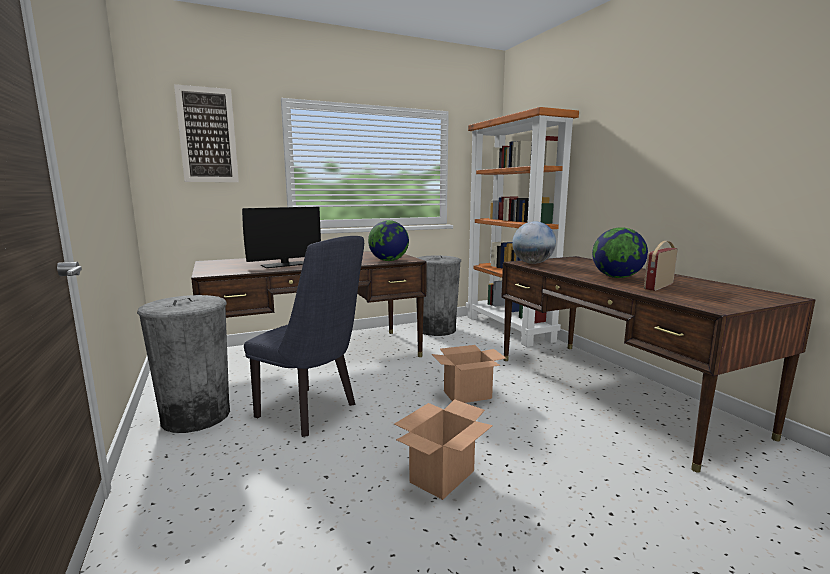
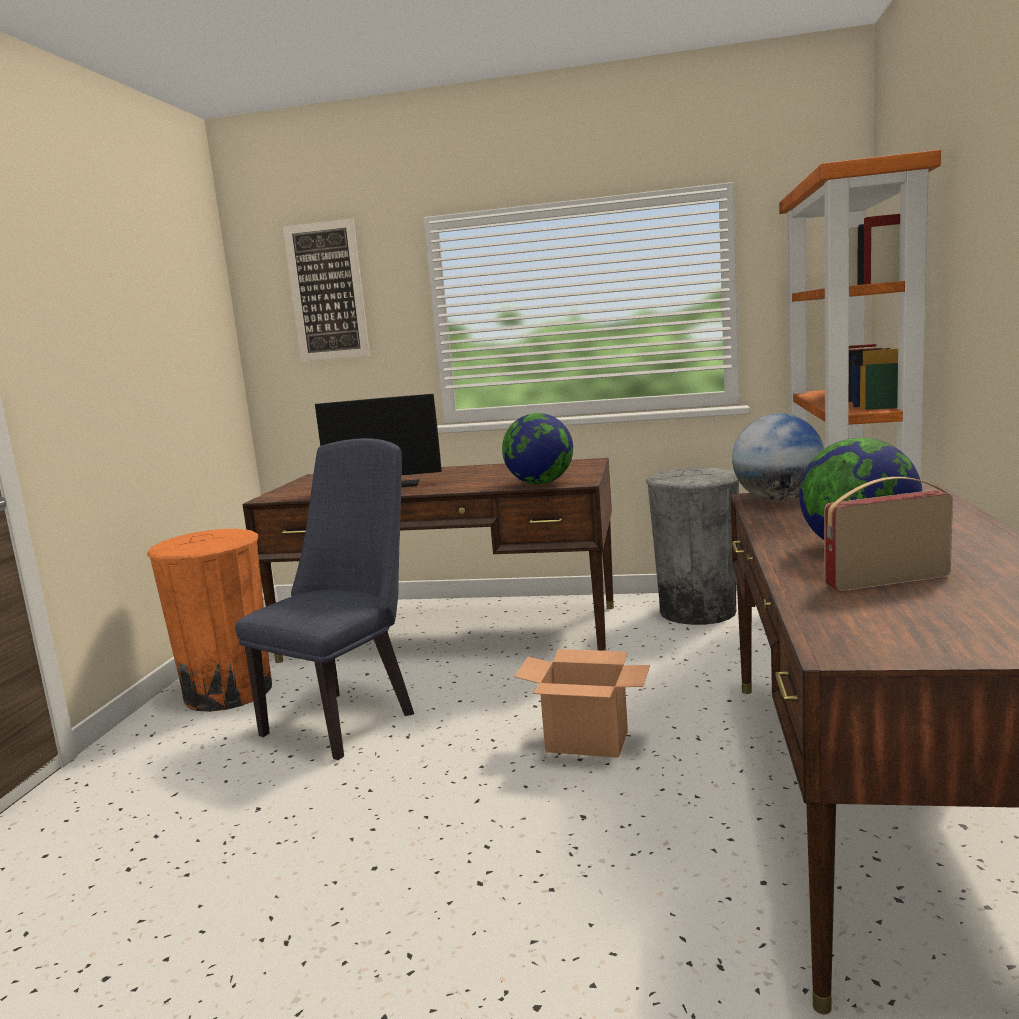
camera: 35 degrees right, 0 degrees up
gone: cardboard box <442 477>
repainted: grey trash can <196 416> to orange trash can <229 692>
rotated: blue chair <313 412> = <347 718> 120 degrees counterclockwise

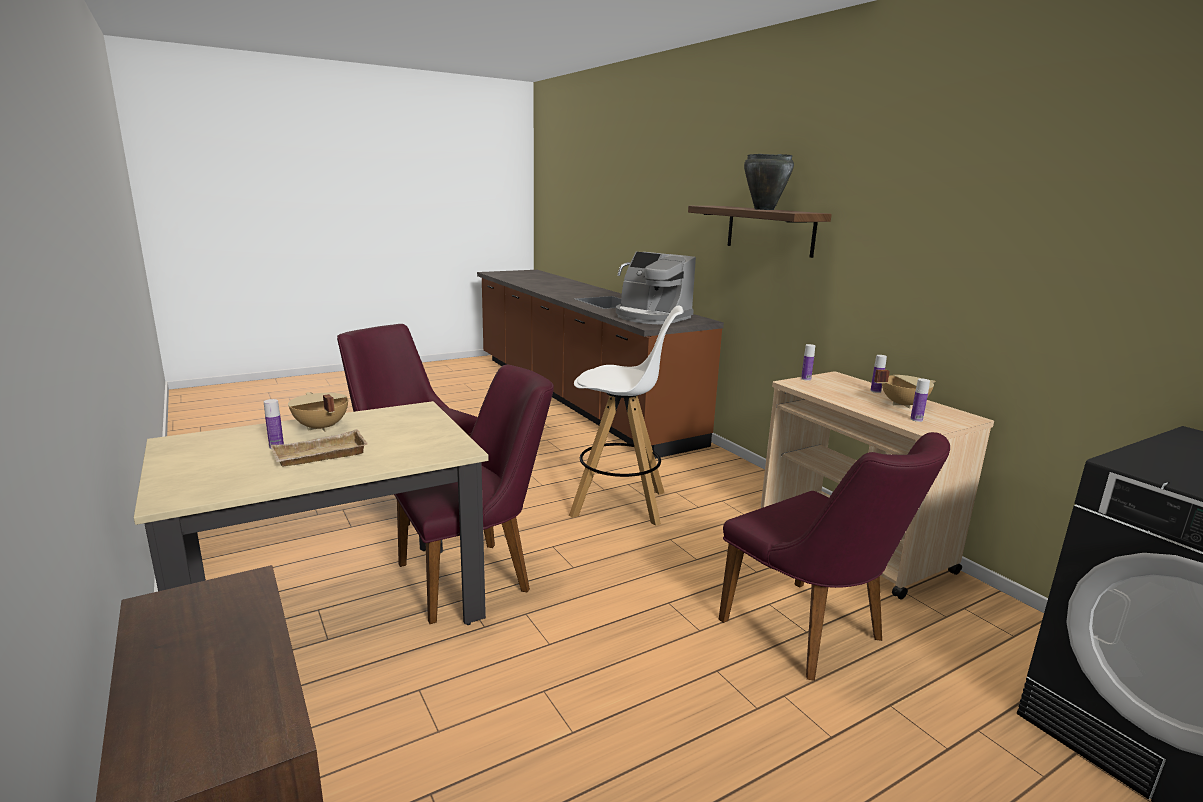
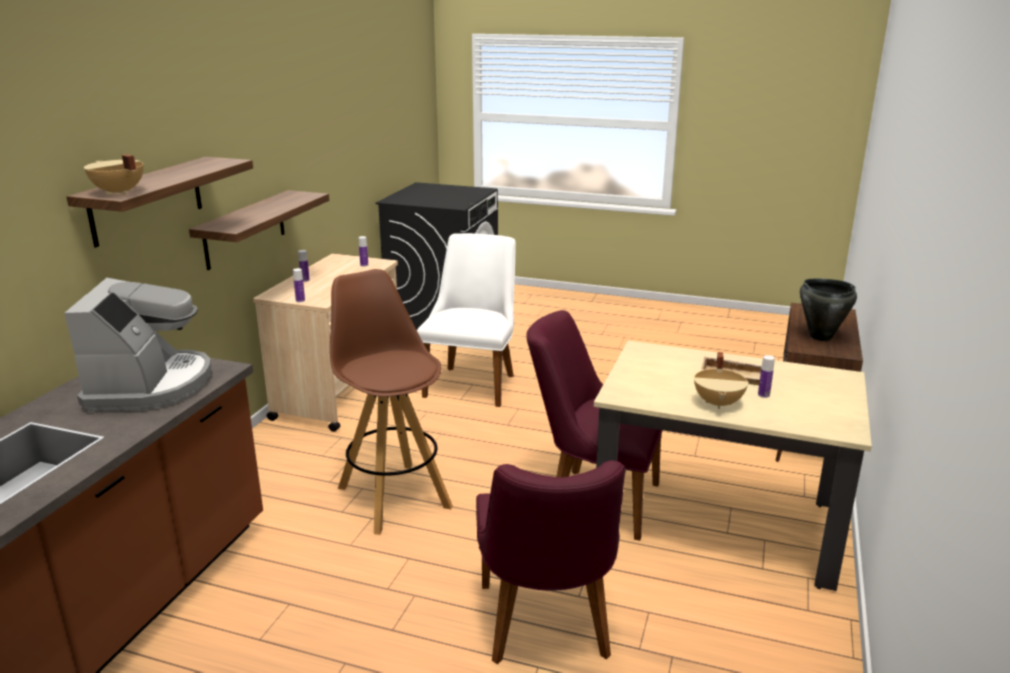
camera: 130 degrees left, 5 degrees up
new: shelf <245 229>
shifted: beige cooking pot <902 404> to <118 192>; black cooking pot <764 209> to <820 336>
repainted: white stool <620 504> to brown stool <393 496>; purple chair <813 636> to white chair <474 382>

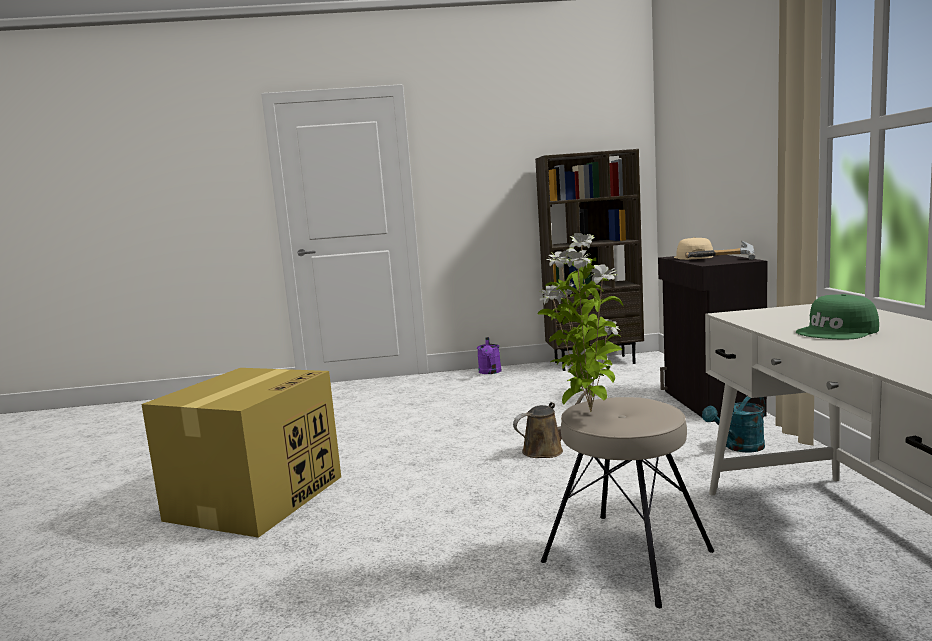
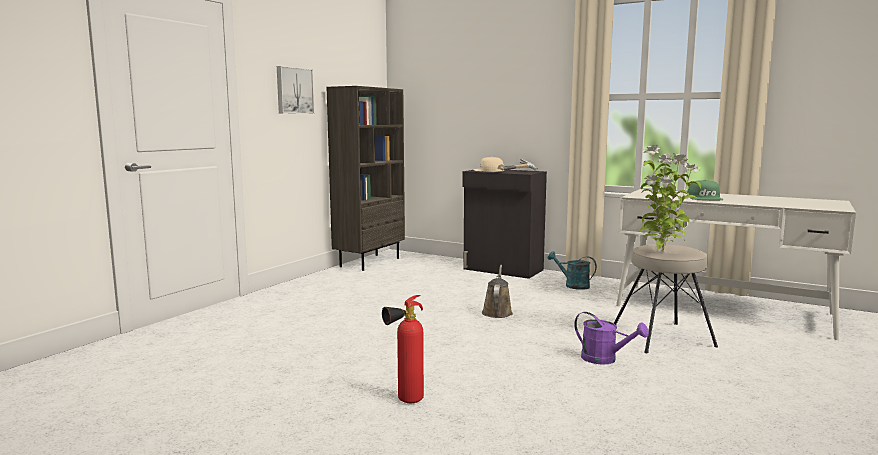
camera: 55 degrees left, 0 degrees up
new: picture <294 90>
shifted: purple watering can <490 372> to <605 359>
swapped: cardboard box <257 497> to fire extinguisher <405 402>
rotated: turquoise watering can <739 447> = <572 285> 120 degrees clockwise

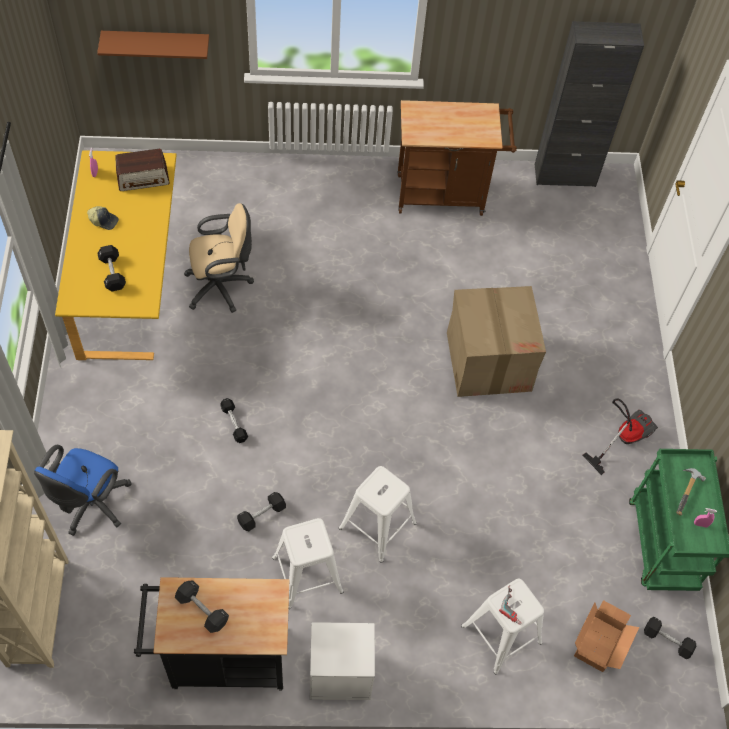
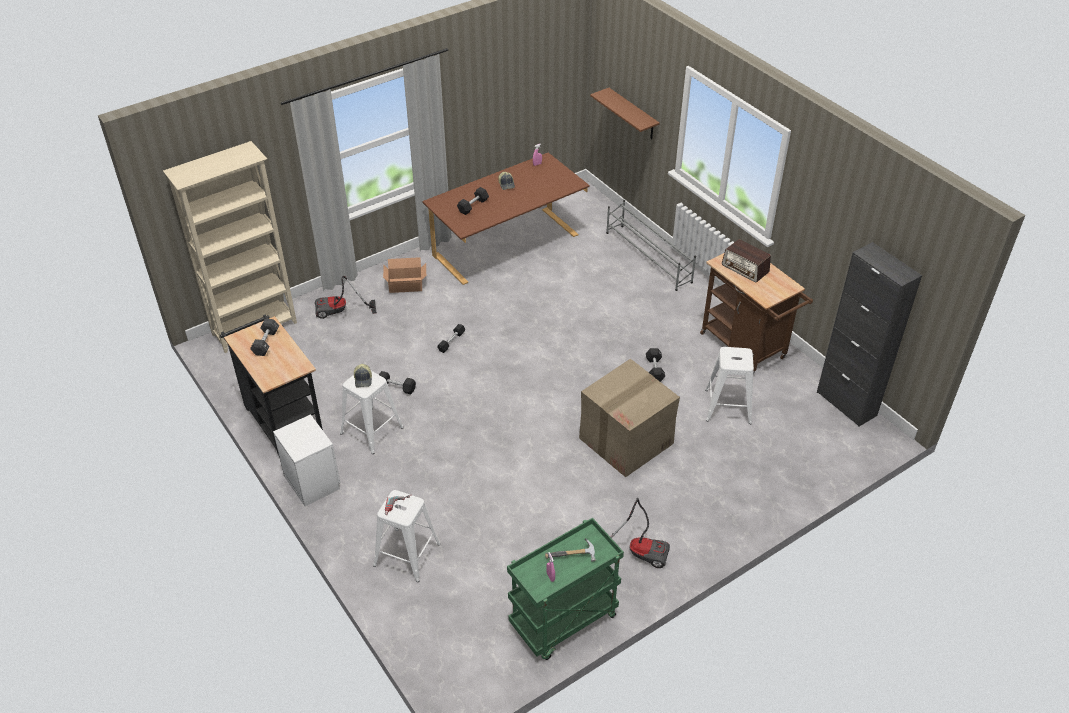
camera: 60 degrees right, 15 degrees down
gone: beige office chair <222 286>
new: cap <363 379>; grey shoe rack <648 257>
shifted: cardboard box <600 643> to <406 286>; black dumbbell <667 640> to <654 369>; white stool <377 526> to <727 406>; radio <143 178> to <745 269>
swapped: blue office chair <90 505> to vacuum cleaner <340 312>
repainted: yellow desk <130 283> to brown desk <508 247>

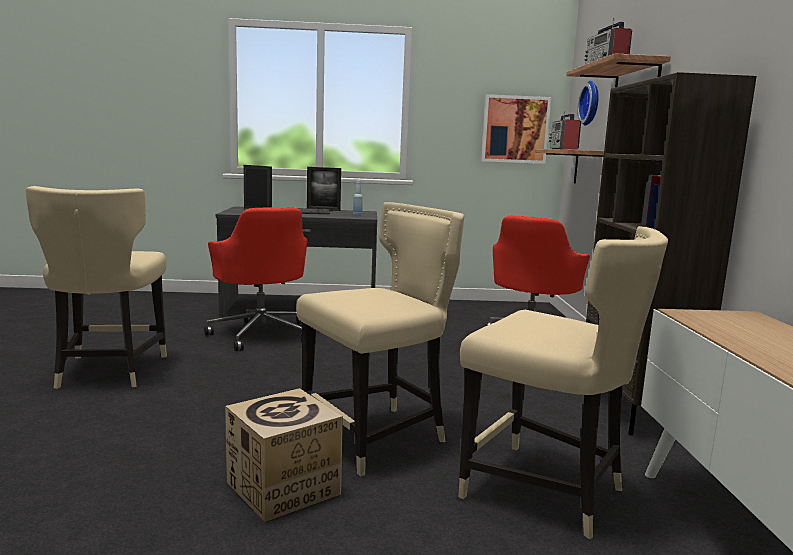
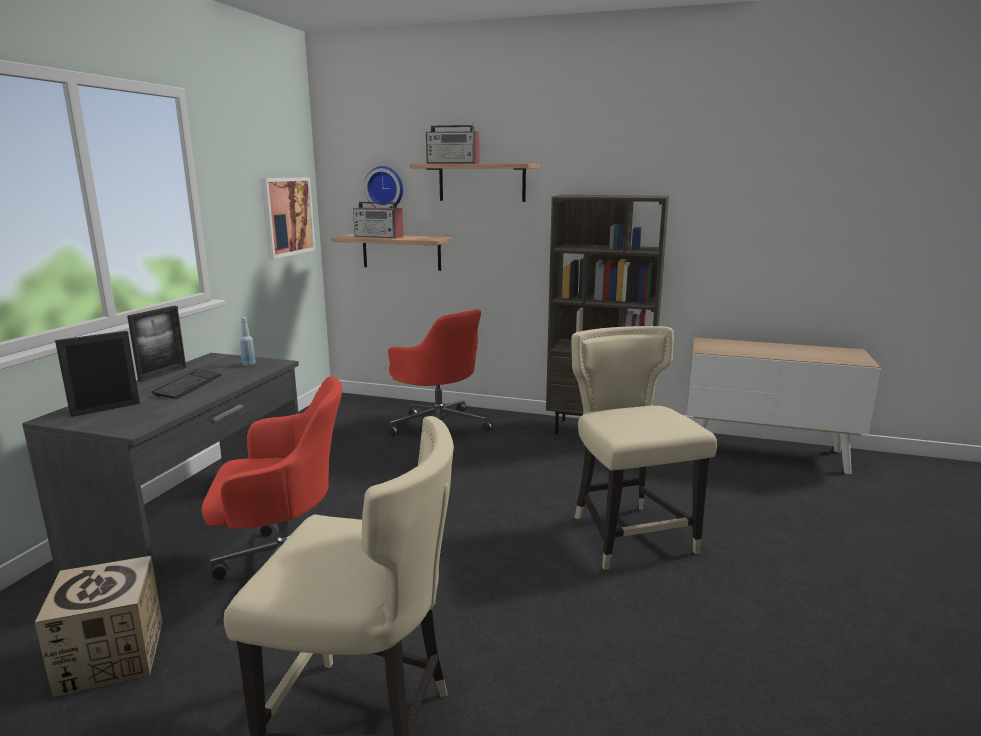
camera: 70 degrees left, 5 degrees up
gone: beige chair <546 491>
shifted: cardboard box <283 488> to <111 656>

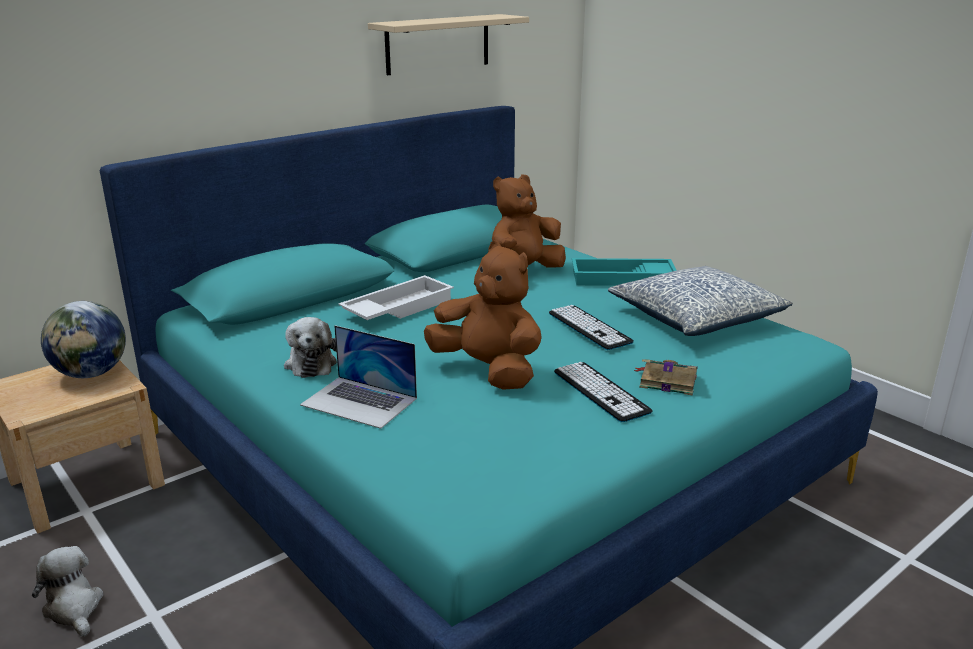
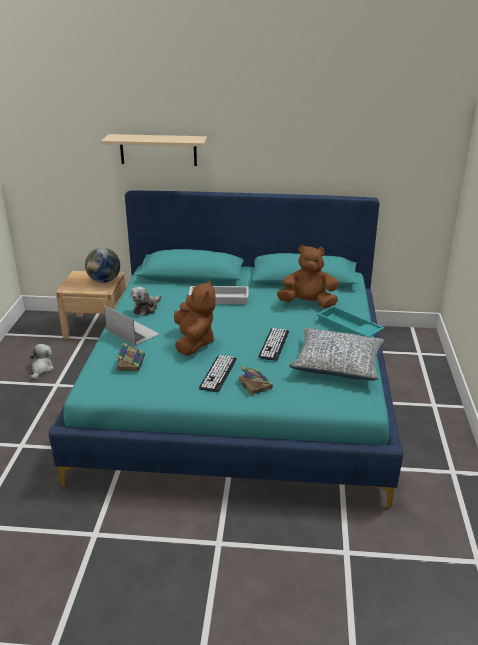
camera: 45 degrees right, 5 degrees up
new: book <130 363>
shifted: beige shelf <438 44> to <158 150>
rotated: laptop <359 401> = <132 332> 150 degrees clockwise

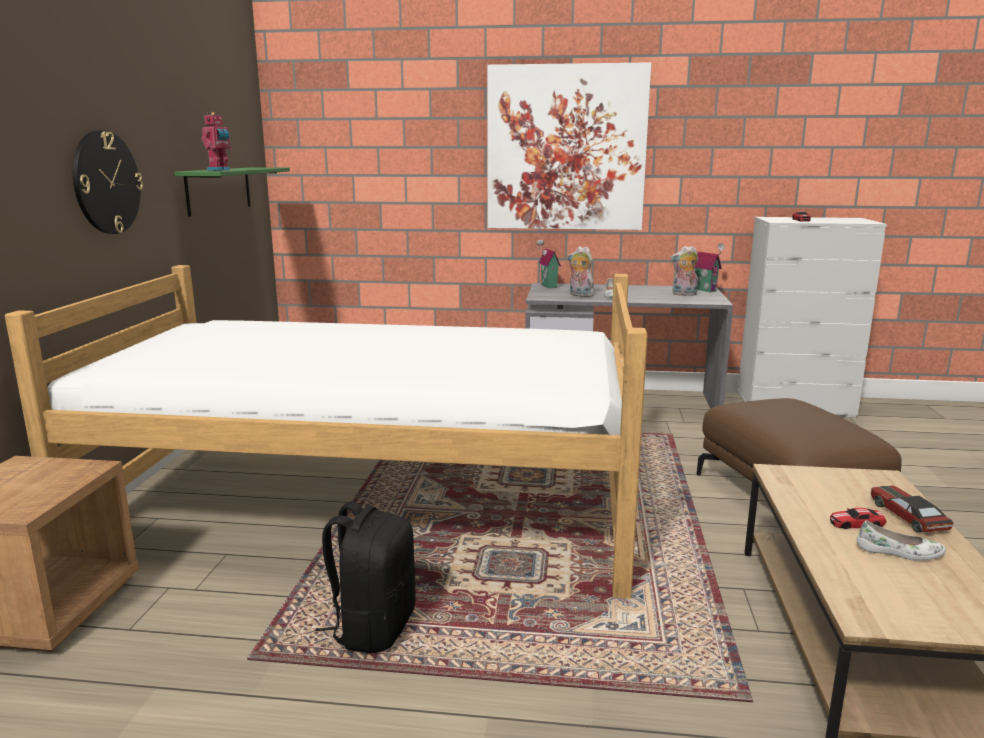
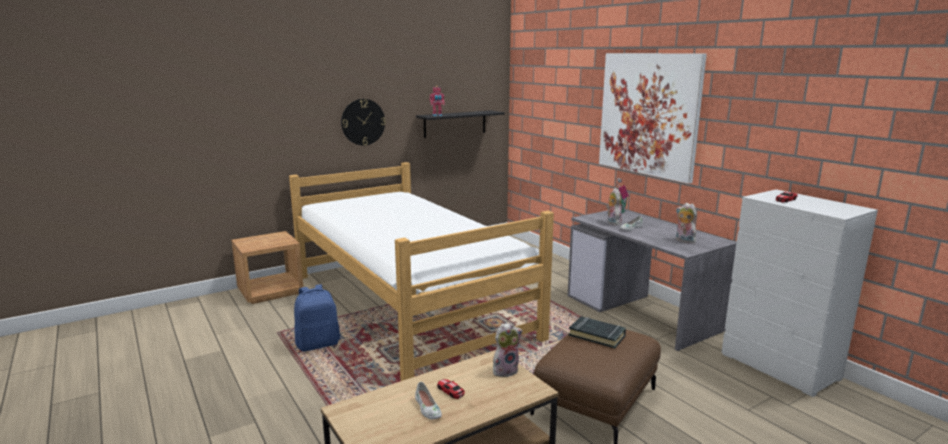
camera: 50 degrees right, 0 degrees up
gone: toy house <706 290>; toy car <908 516>
new: plush toy <505 370>; black book <597 335>
repainted: black backpack <373 627> to blue backpack <318 344>; green shelf <219 190> to black shelf <455 123>

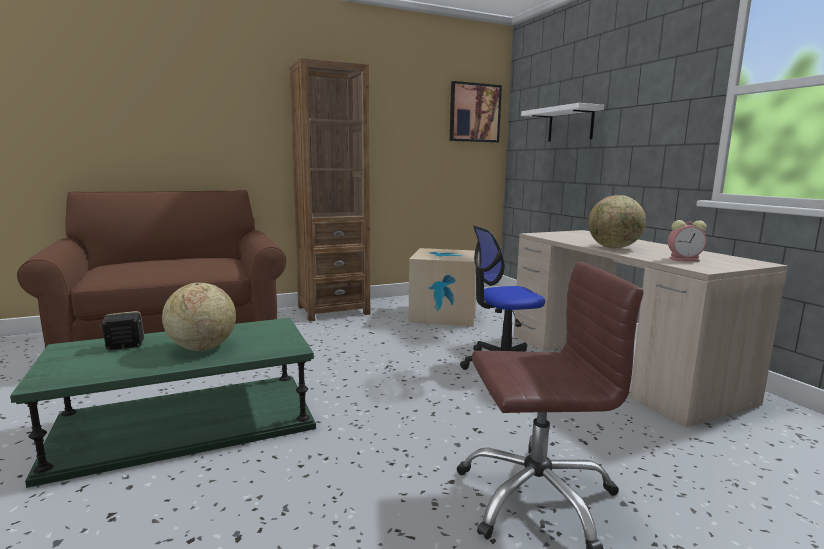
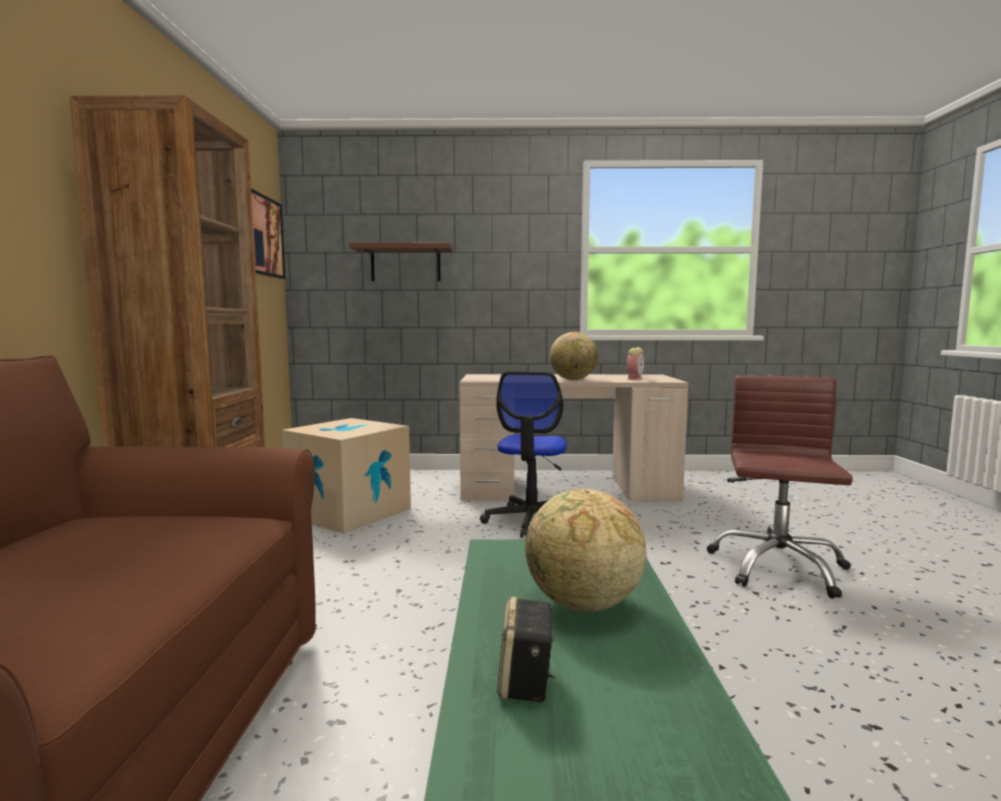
camera: 65 degrees left, 5 degrees down
repainted: white shelf <570 124> to brown shelf <405 264>

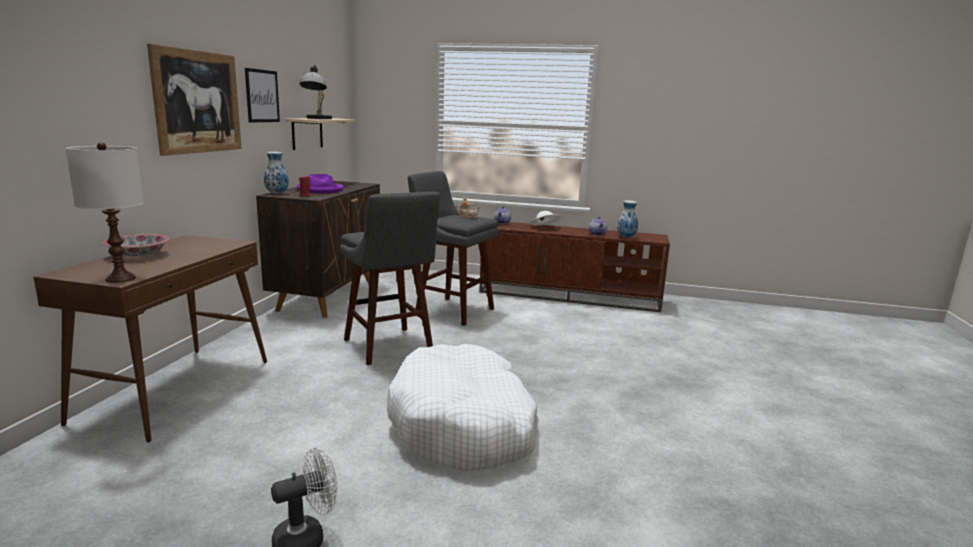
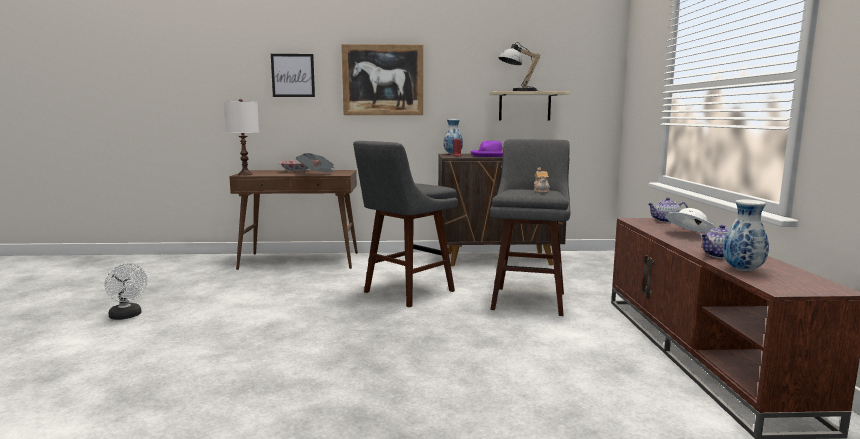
camera: 75 degrees right, 5 degrees down
gone: white dog bed <464 425>
new: newspaper <317 174>
shifted: picture <262 96> to <293 75>

